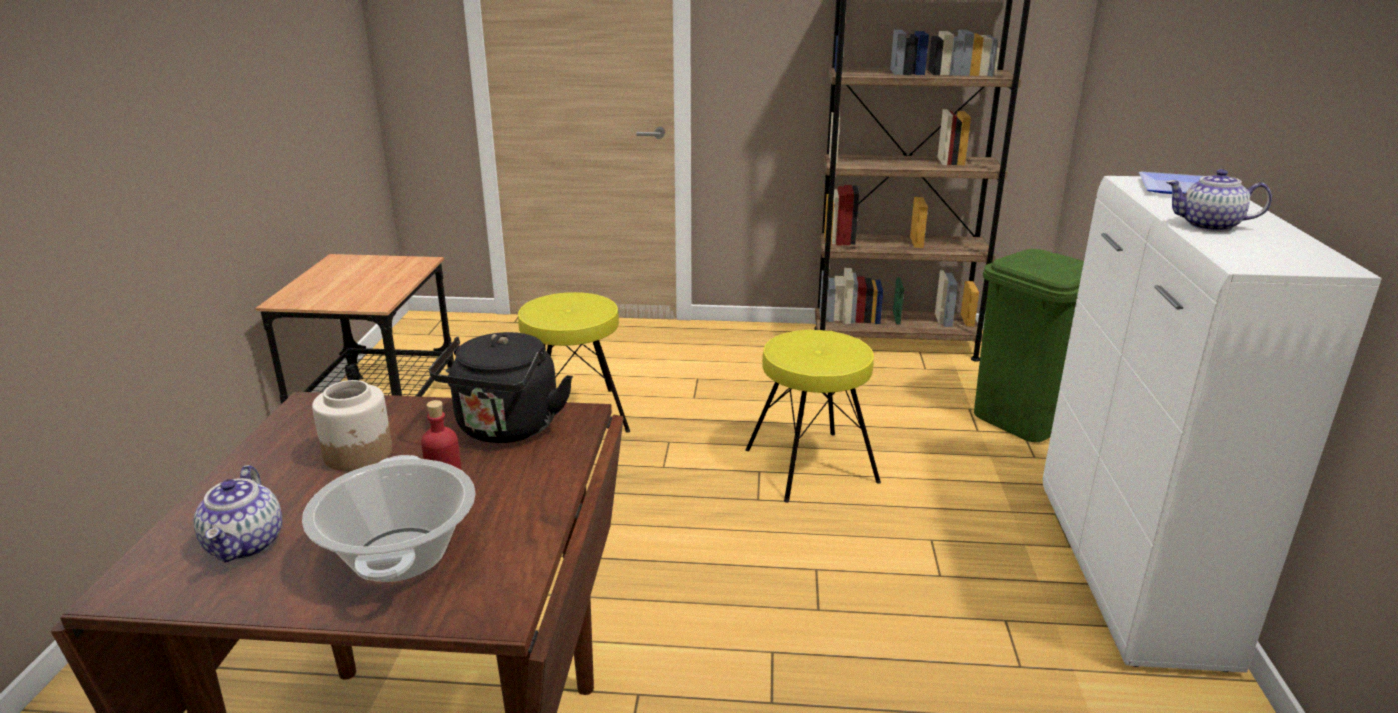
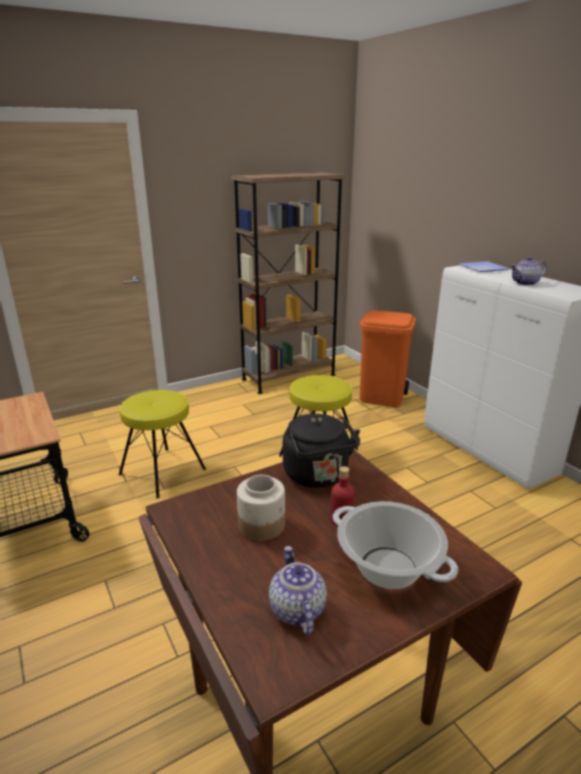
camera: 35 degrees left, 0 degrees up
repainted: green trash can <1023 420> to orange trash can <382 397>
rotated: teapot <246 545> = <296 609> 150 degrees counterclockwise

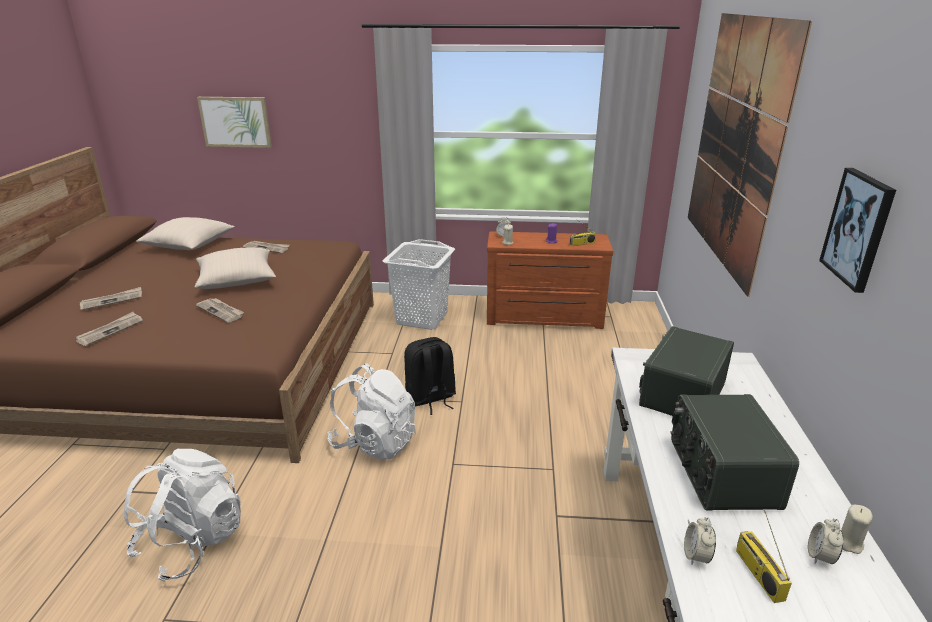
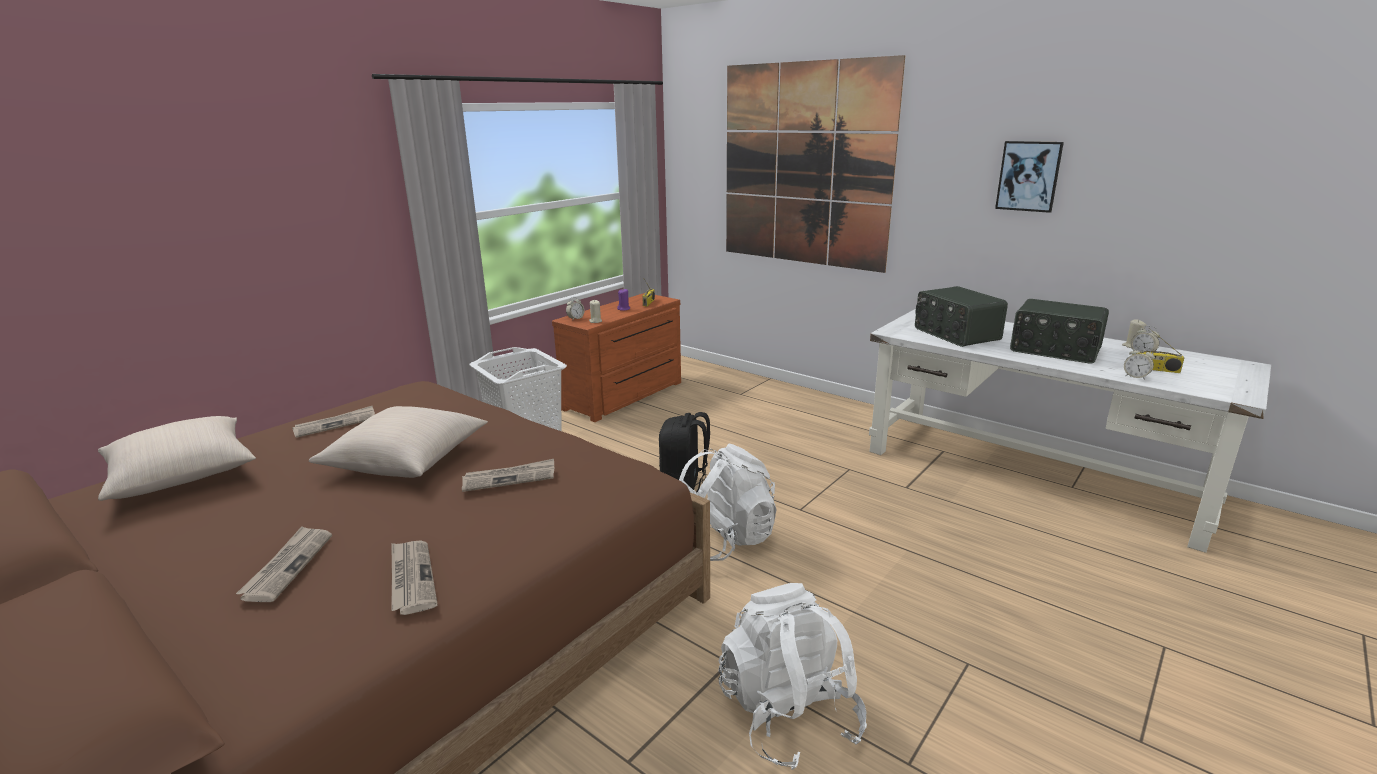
camera: 55 degrees left, 5 degrees down
gone: picture <235 122>

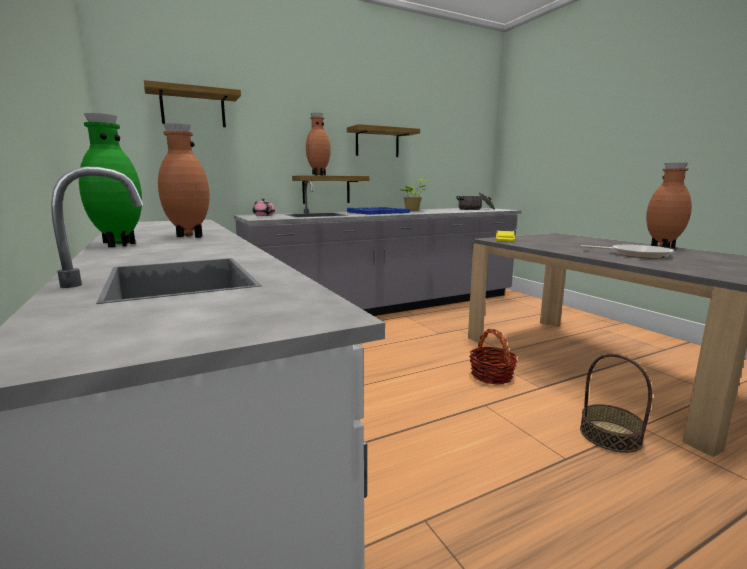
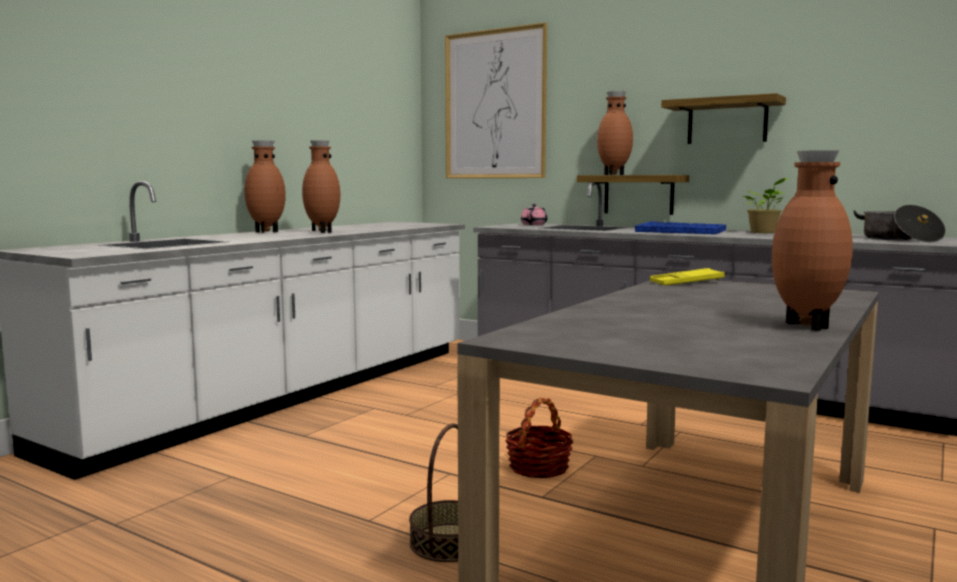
camera: 60 degrees right, 5 degrees down
gone: frying pan <636 254>
swapped: shelf <193 108> to picture <495 105>
repainted: green vase <118 245> to brown vase <266 232>

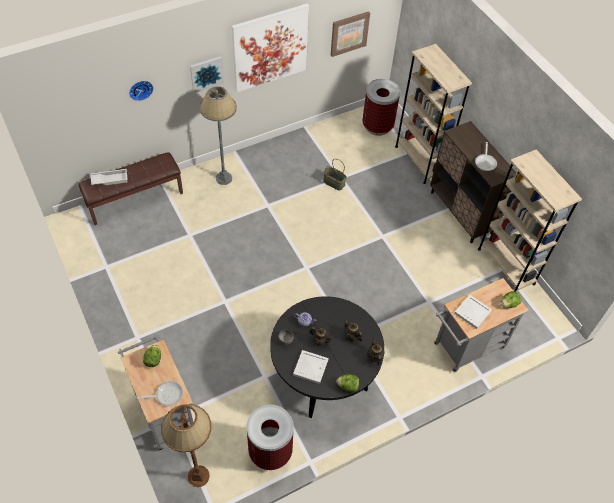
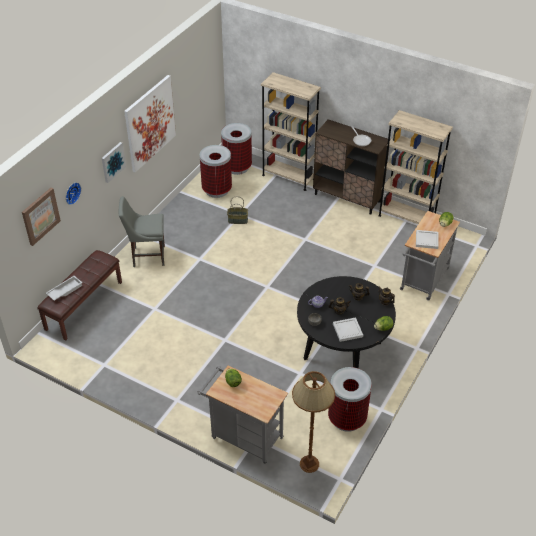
camera: 30 degrees left, 10 degrees down
gone: frying pan <166 394>
new: trash can <217 190>
shifted: picture <349 33> to <40 216>
swapped: grey floor lamp <224 178> to grey chair <147 256>

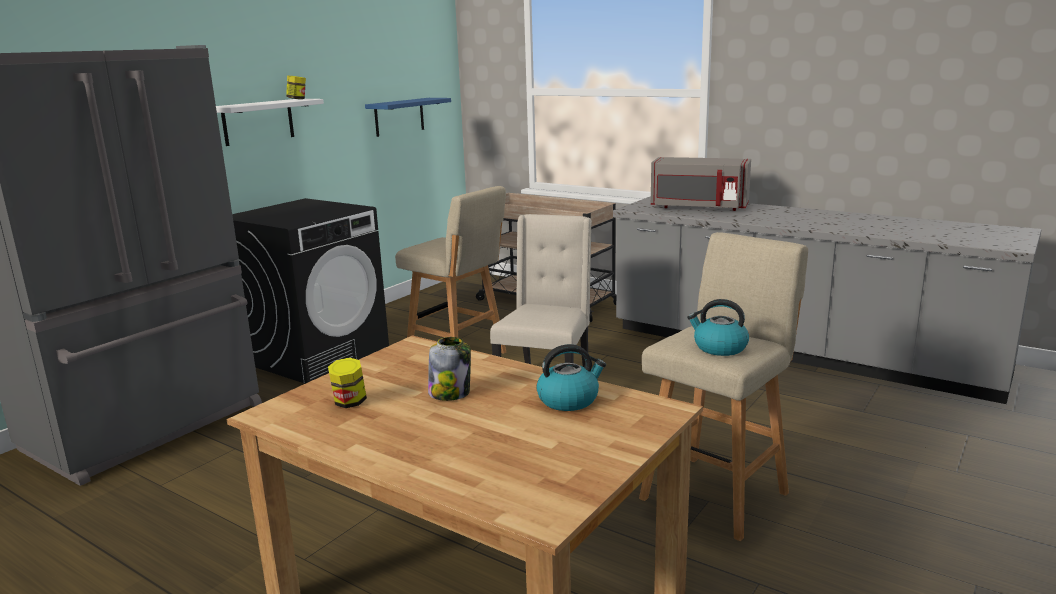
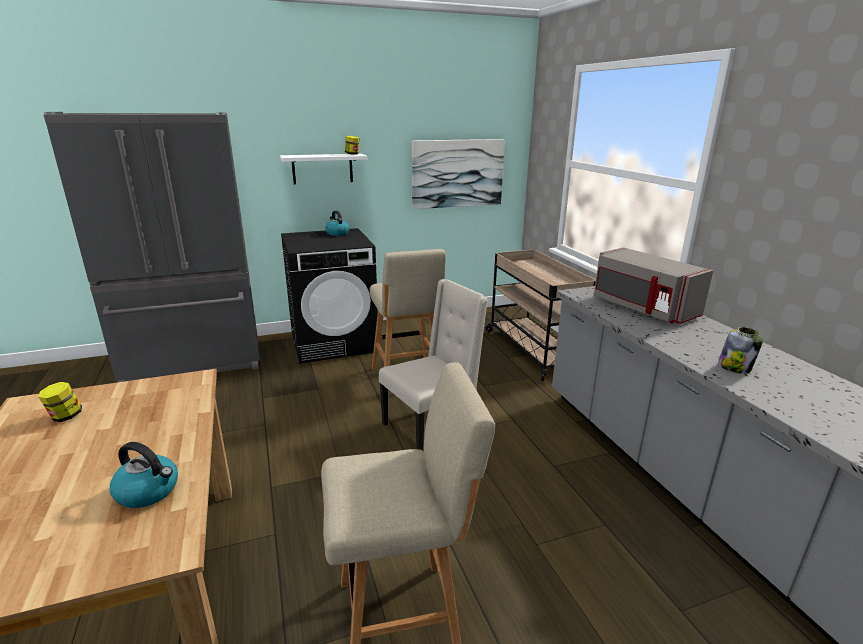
camera: 35 degrees right, 5 degrees up
shifted: kettle <719 348> to <337 233>; jar <450 393> to <735 367>
swapped: blue shelf <399 117> to picture <457 173>

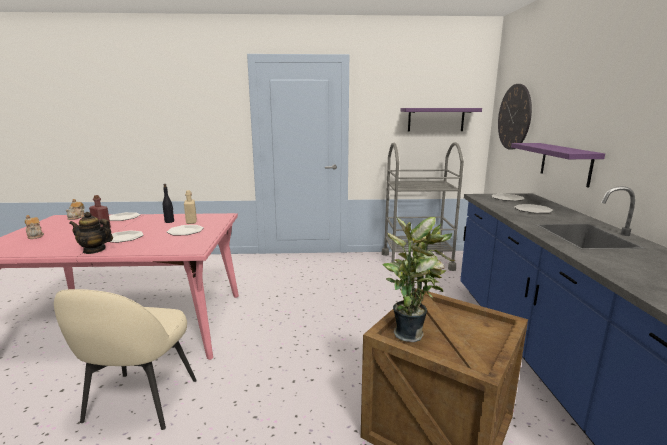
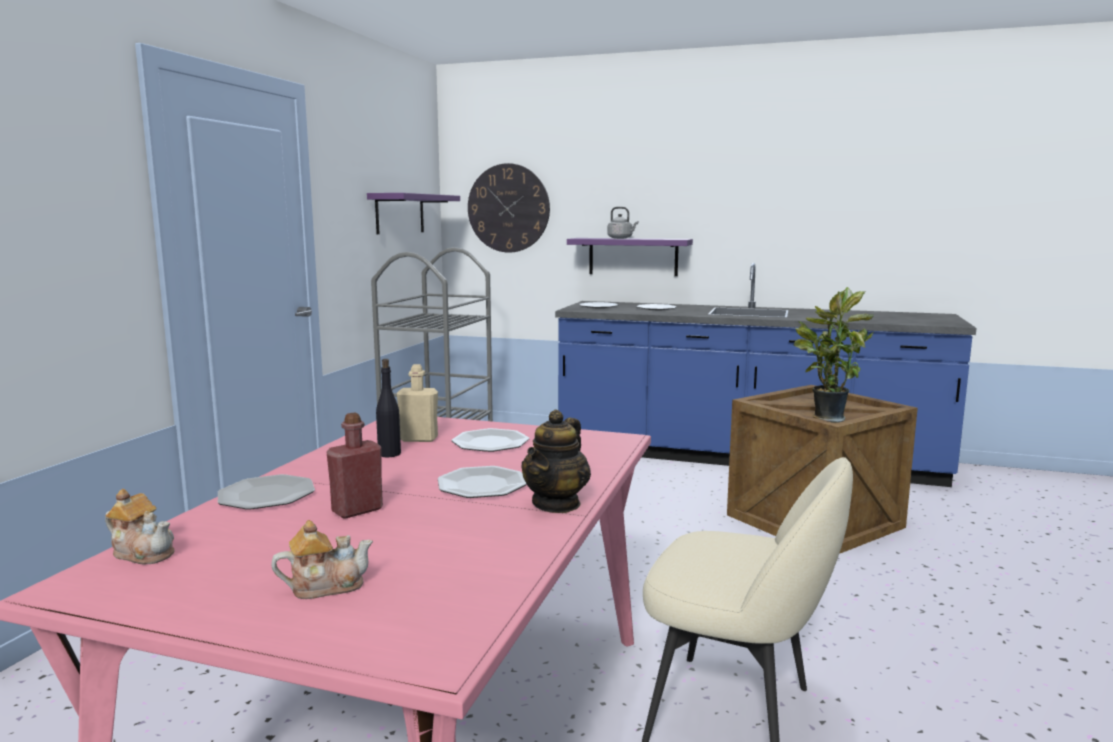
camera: 70 degrees left, 5 degrees down
new: grey kettle <621 238>

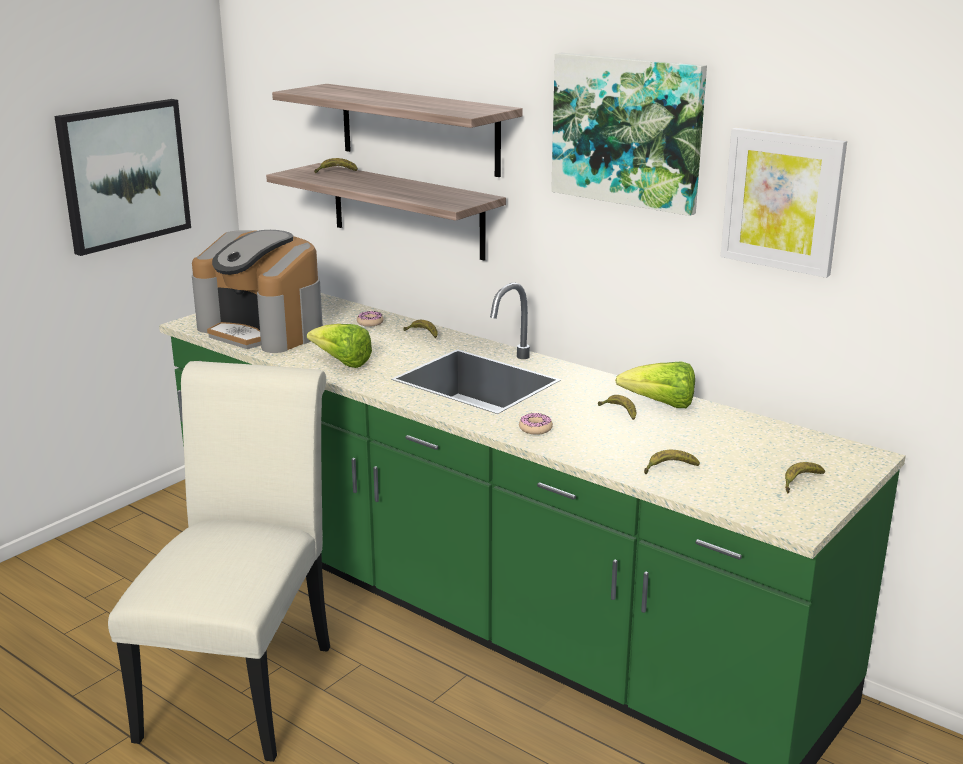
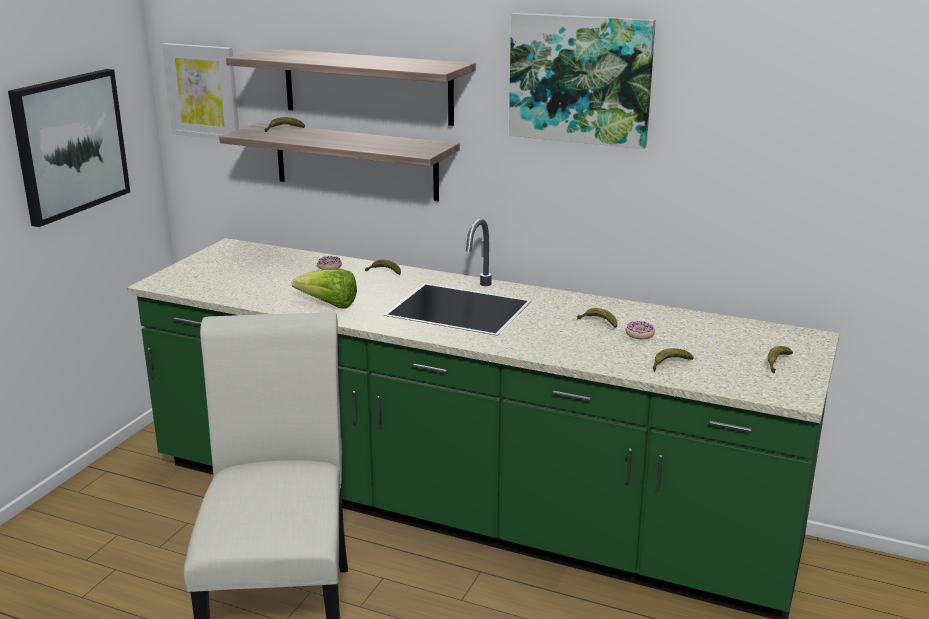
camera: 15 degrees left, 0 degrees up
gone: coffee machine <263 330>; lettuce <660 405>
shifted: picture <782 201> to <203 91>; donut <535 428> to <639 334>

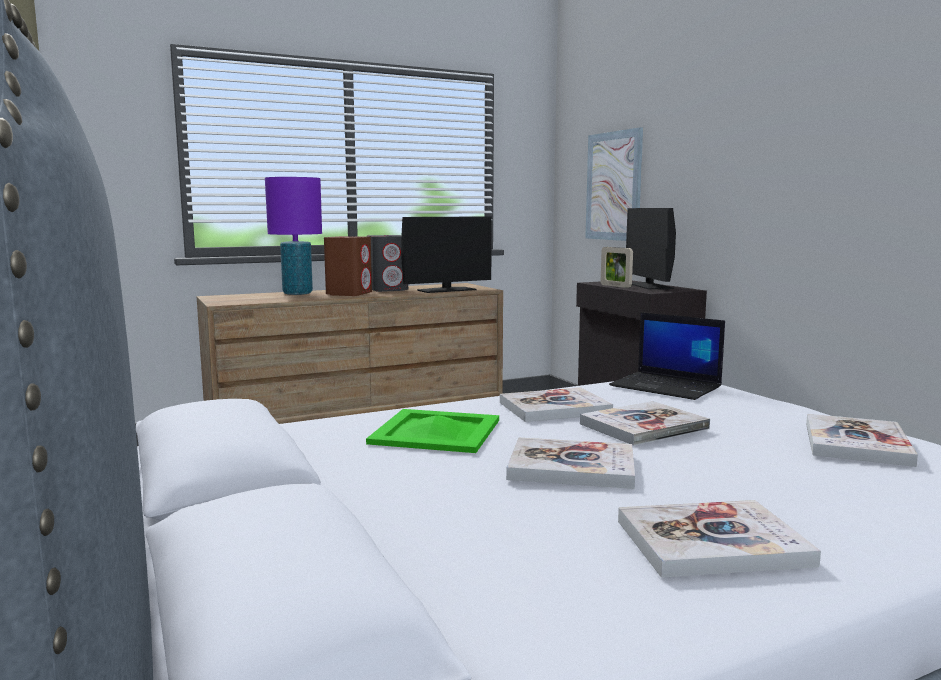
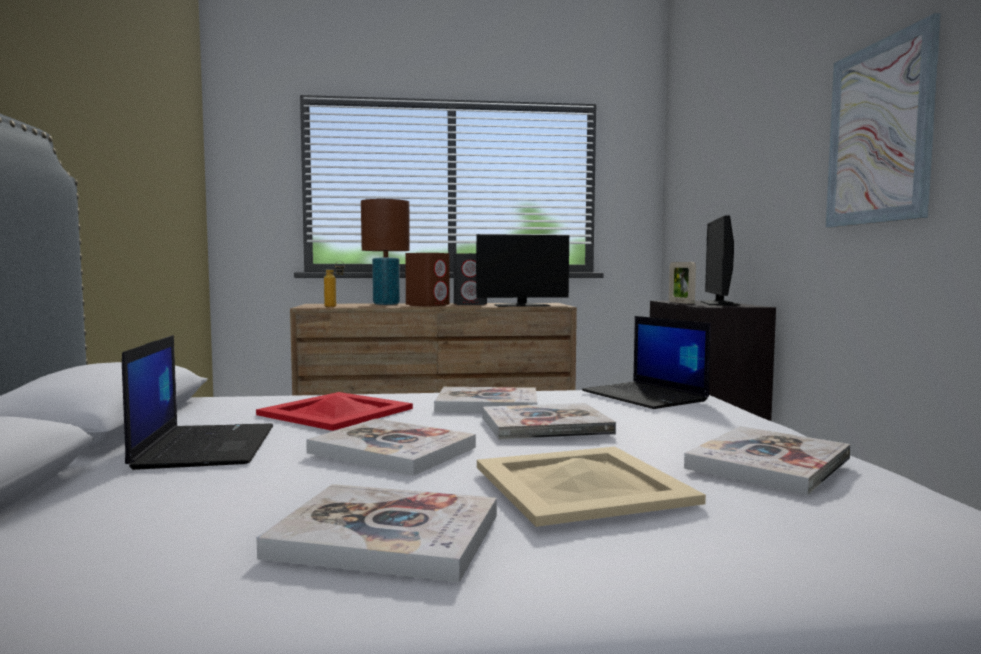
camera: 20 degrees right, 5 degrees down
new: laptop <205 446>; bottle <335 307>; beige tray <579 484>
shifted: picture <613 186> to <879 133>
repainted: green tray <435 431> to red tray <336 411>; purple table lamp <297 293> to brown table lamp <386 304>

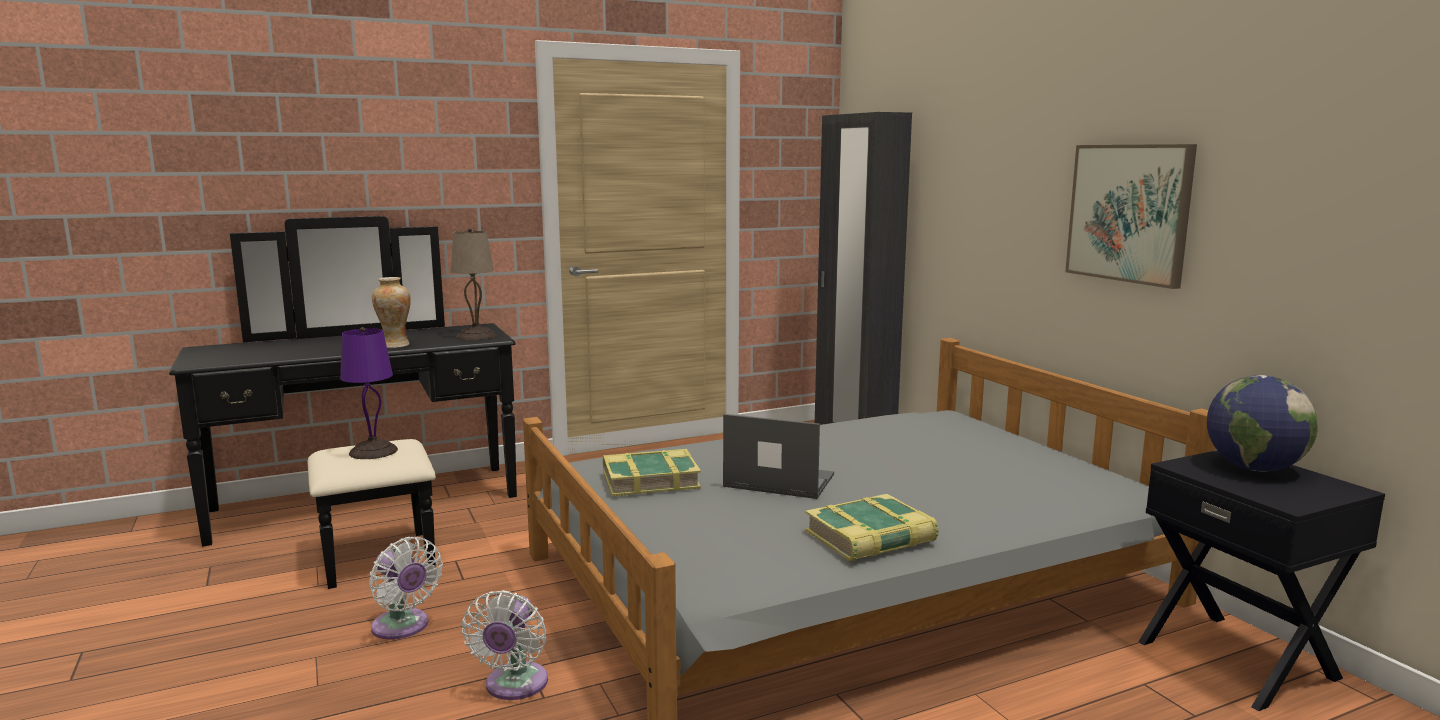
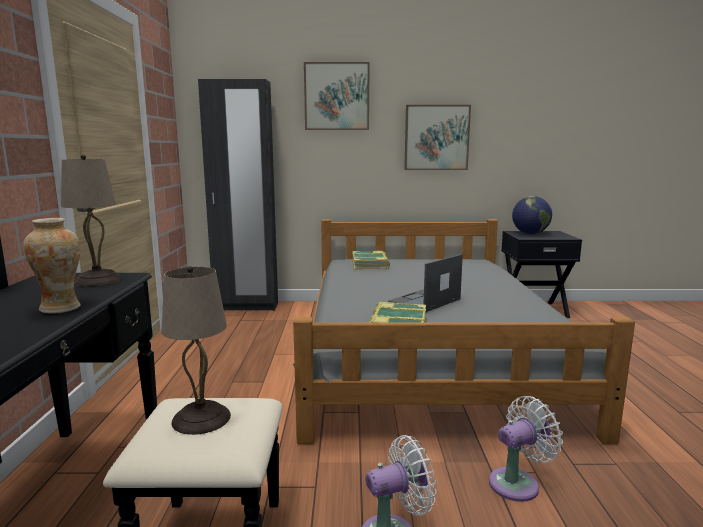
camera: 65 degrees left, 0 degrees up
new: picture <336 96>
shifted: book <871 538> to <370 264>
repainted: purple table lamp <374 451> to beige table lamp <201 418>
rotated: white fan <514 686> = <518 483> 60 degrees counterclockwise

